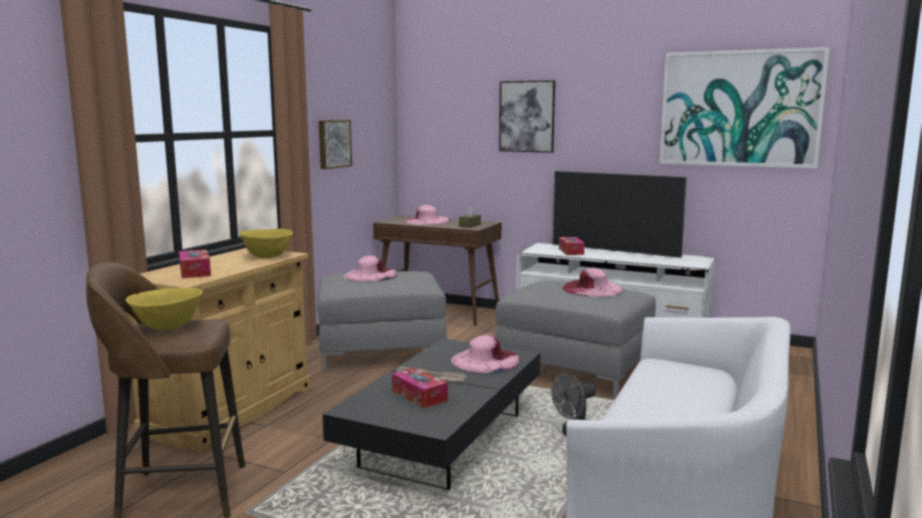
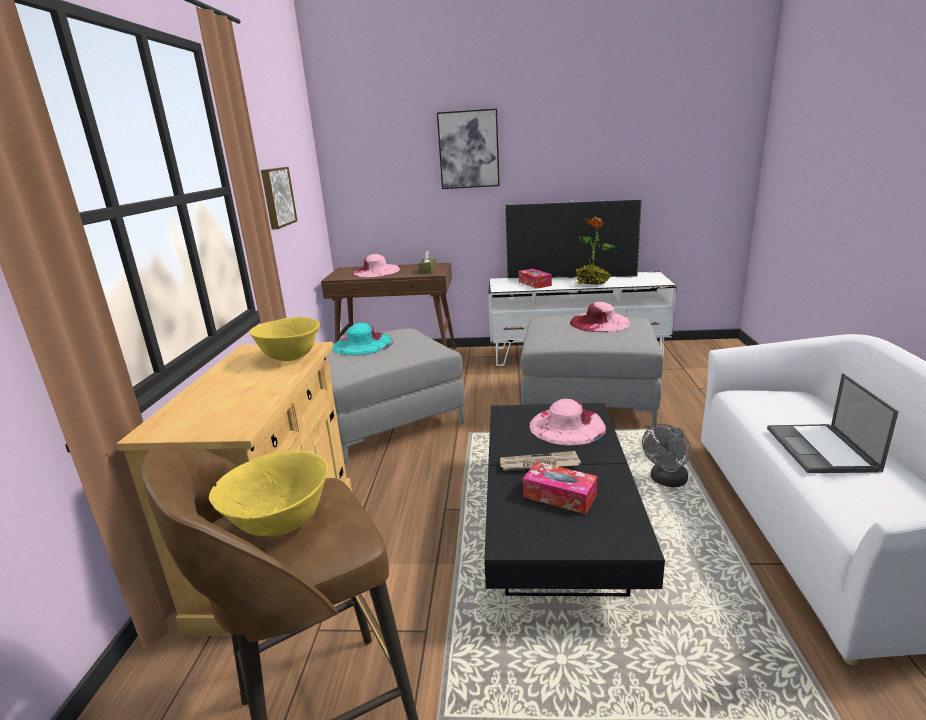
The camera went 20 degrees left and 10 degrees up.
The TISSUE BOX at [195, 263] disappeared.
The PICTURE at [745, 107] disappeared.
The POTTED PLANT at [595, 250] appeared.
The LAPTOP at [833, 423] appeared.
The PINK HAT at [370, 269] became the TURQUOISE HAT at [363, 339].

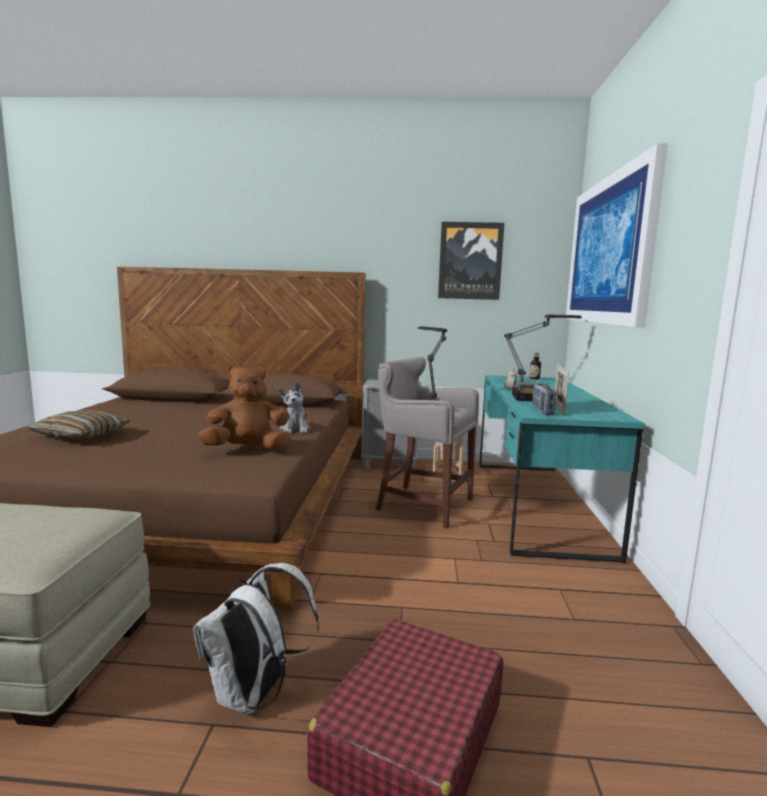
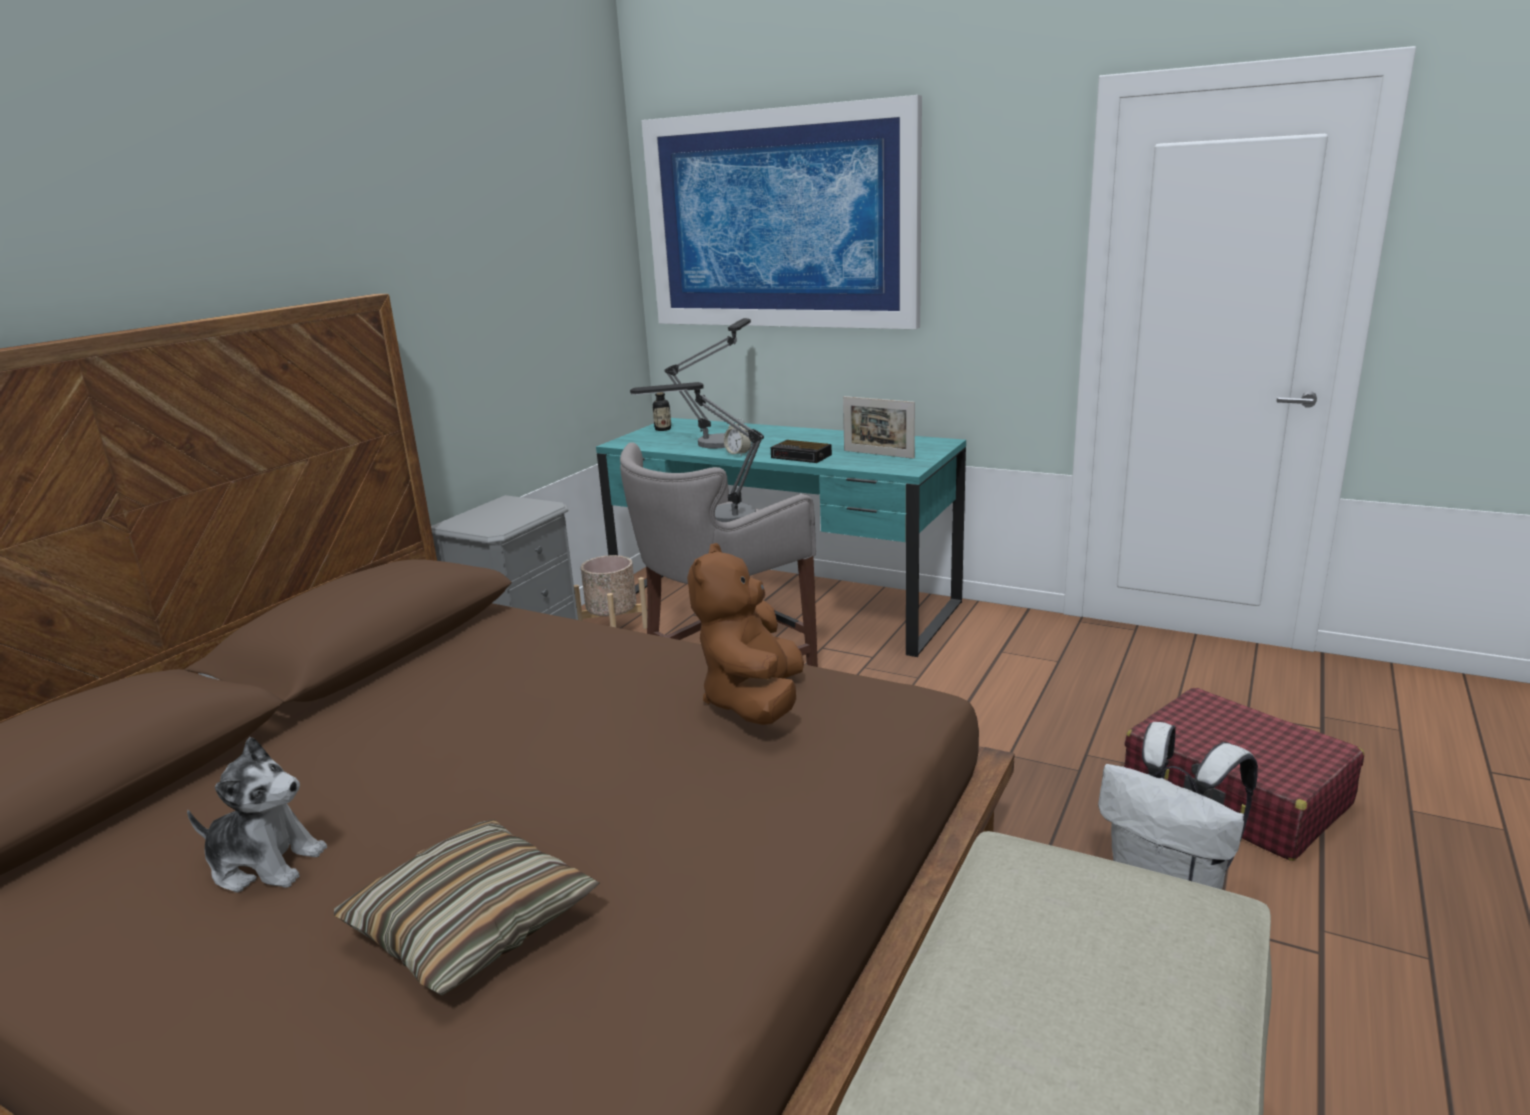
The camera went 65 degrees left and 10 degrees up.
The PICTURE at [471, 261] disappeared.
The RADIO at [544, 399] disappeared.
The PLUSH TOY moved from [294, 407] to [257, 814].

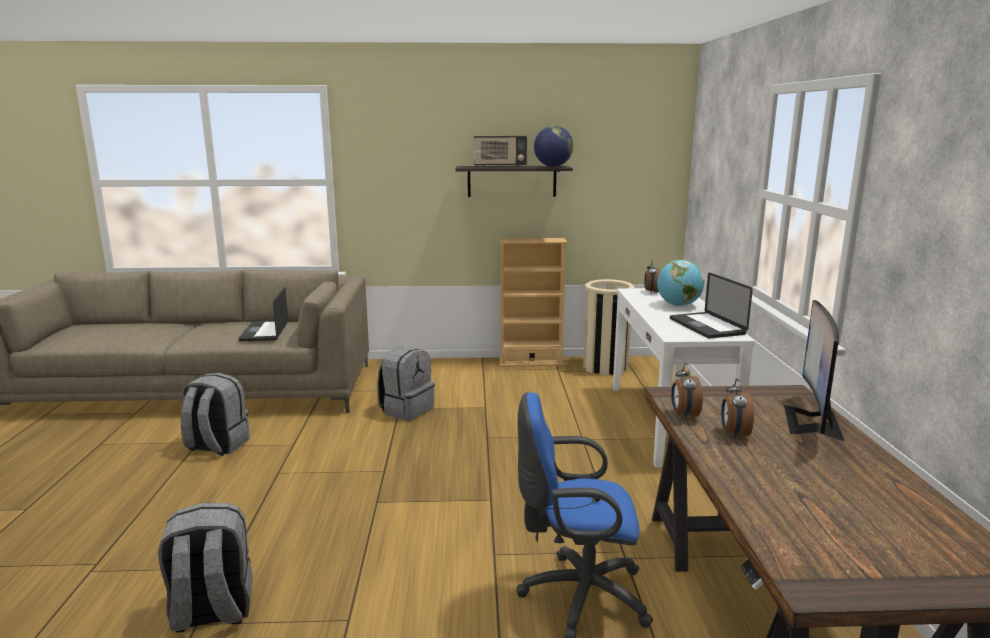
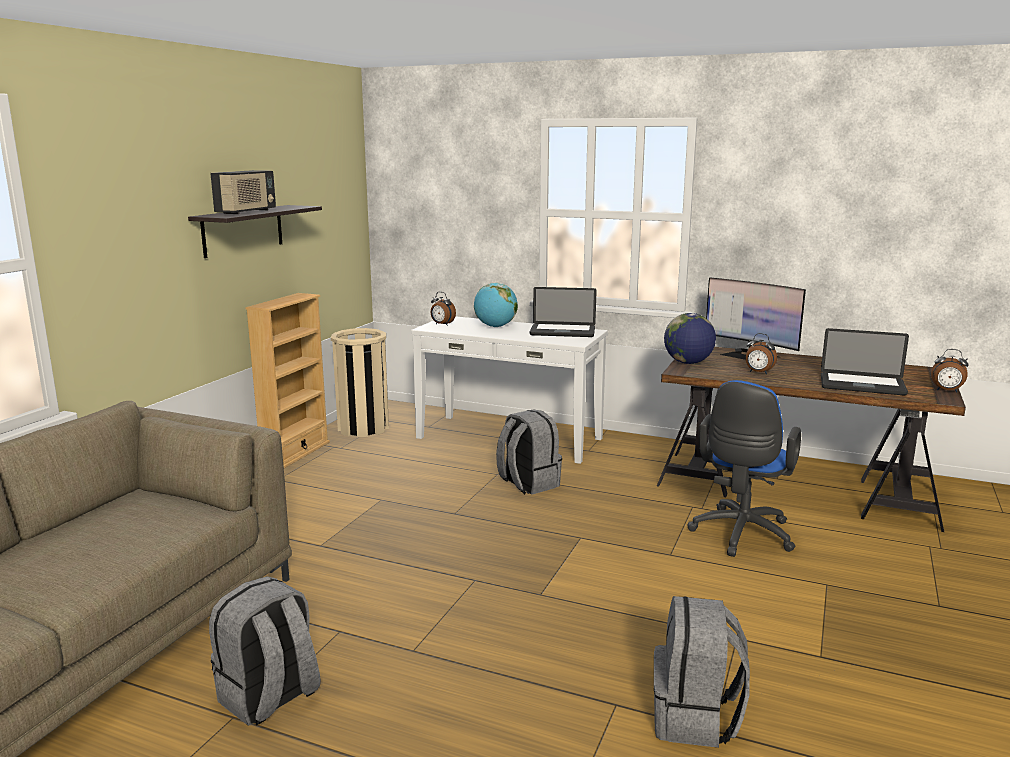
The camera went 65 degrees left and 0 degrees up.
The LAPTOP moved from [263, 314] to [865, 361].
The GREY BACKPACK moved from [406, 383] to [529, 451].
The GLOBE moved from [553, 146] to [690, 338].
The ALARM CLOCK moved from [687, 391] to [950, 370].

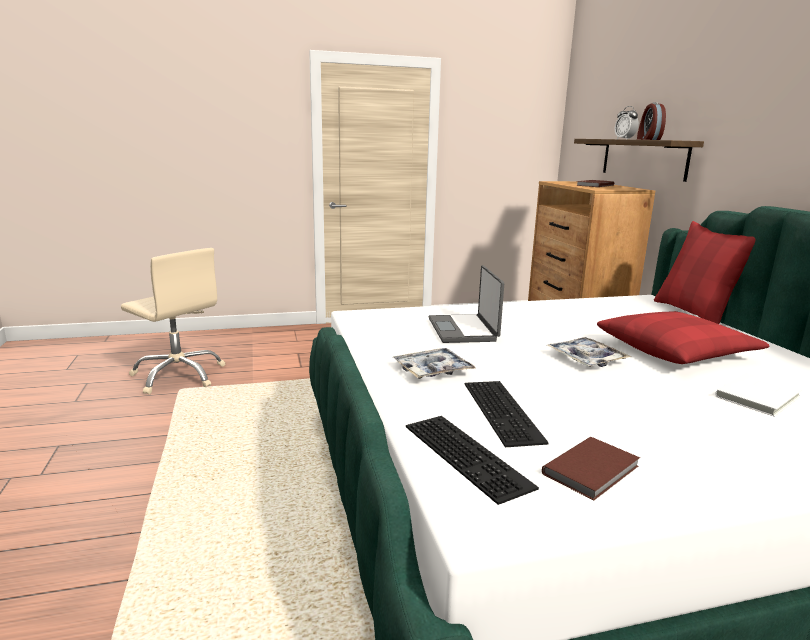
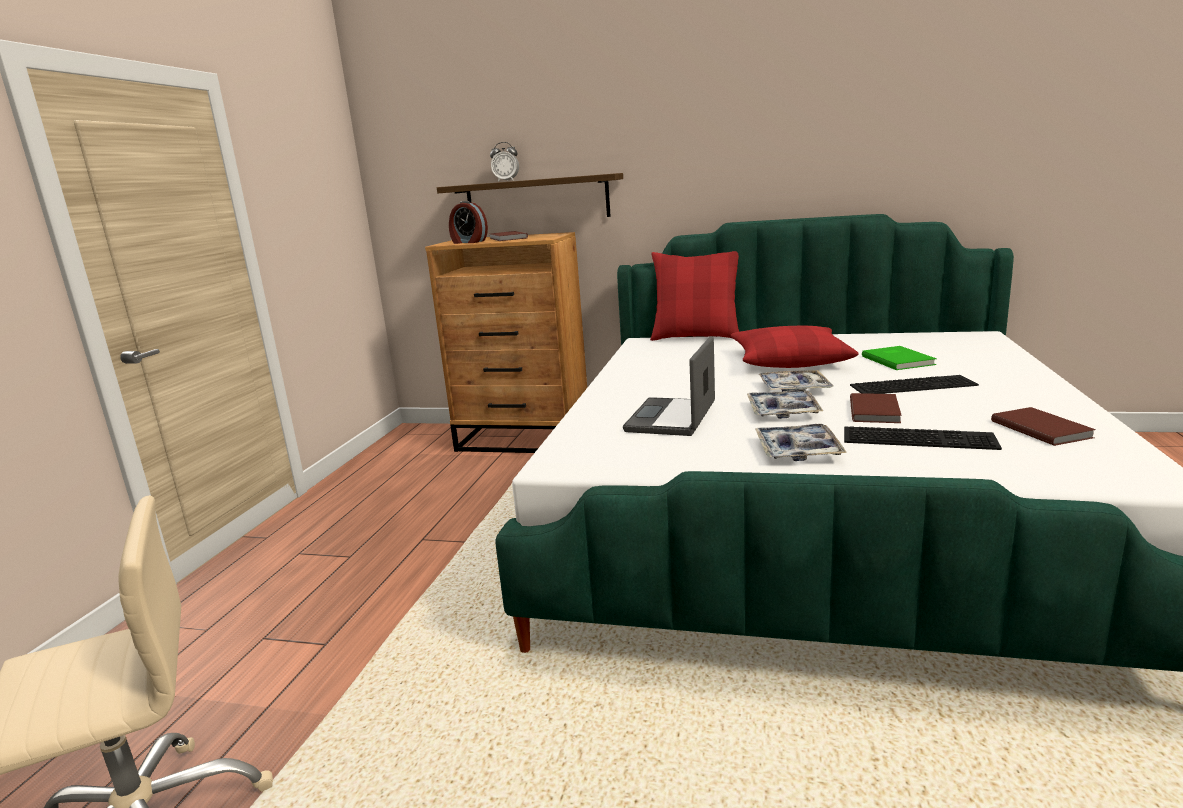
The camera went 60 degrees left and 0 degrees up.
The TRAY at [785, 404] appeared.
The BROWN BOOK at [876, 408] appeared.
The KEYBOARD moved from [472, 460] to [914, 384].
The ALARM CLOCK moved from [651, 121] to [468, 222].
The WHITE BOOK at [759, 395] became the GREEN BOOK at [899, 358].
The LAPTOP at [466, 304] turned 90 degrees clockwise.

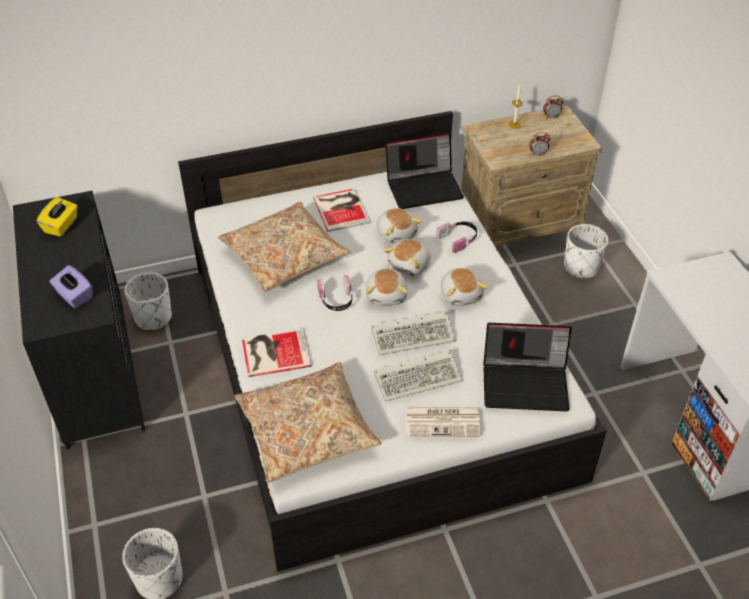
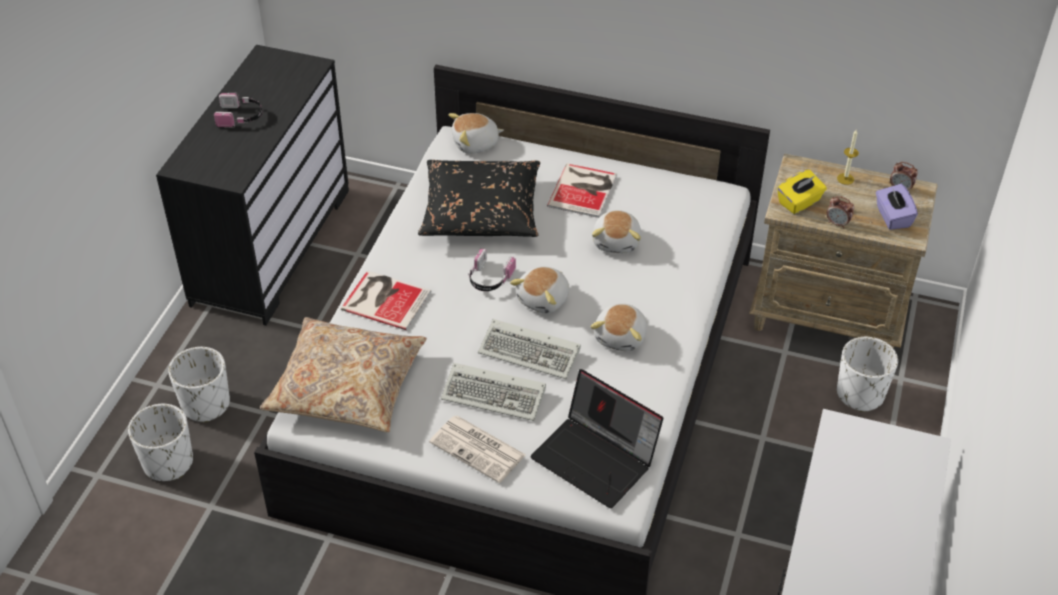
The camera went 35 degrees right and 0 degrees up.
The LAPTOP at [424, 171] disappeared.
The YELLOW TISSUE BOX moved from [57, 217] to [802, 192].
The PURPLE TISSUE BOX moved from [71, 286] to [897, 207].
The WHITE PLANTER moved from [148, 301] to [199, 385].
The PLUSH TOY moved from [407, 257] to [476, 133].
The HEADPHONES moved from [456, 237] to [238, 110].
The BEIGE PILLOW at [284, 247] became the BLACK PILLOW at [479, 198].

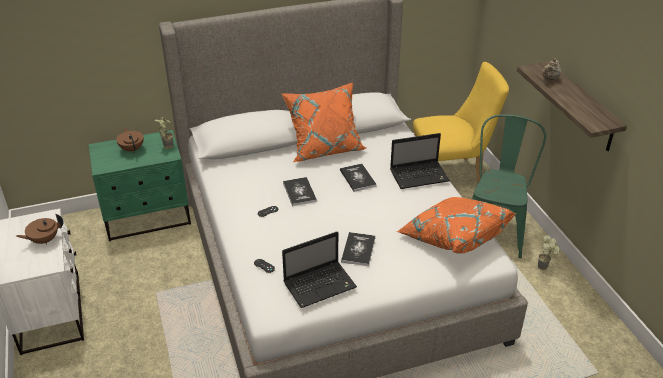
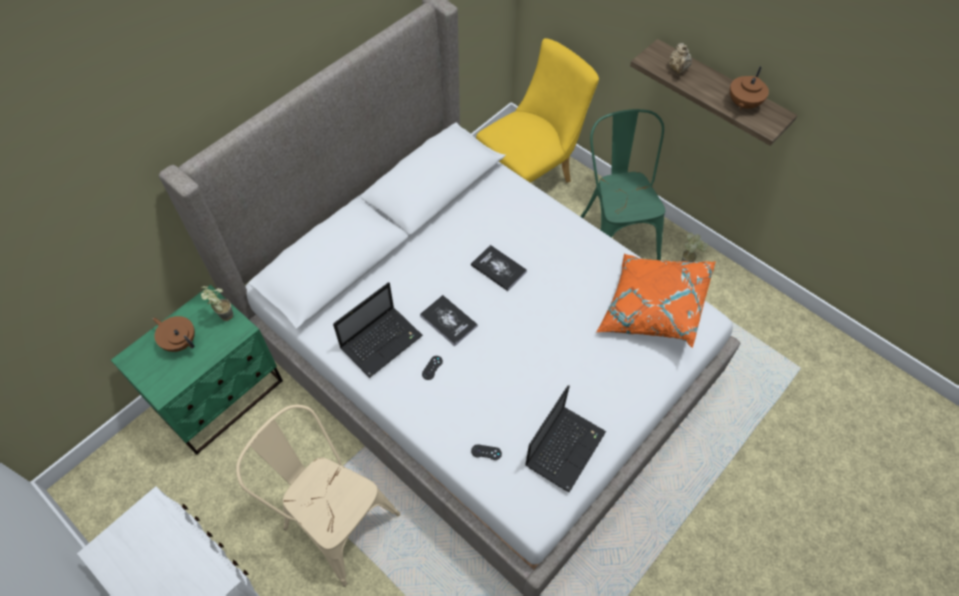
The camera went 30 degrees left and 20 degrees up.
The ORANGE PILLOW at [323, 122] disappeared.
The BOOK at [358, 249] disappeared.
The BEIGE CHAIR at [318, 496] appeared.
The BROWN TEAPOT moved from [39, 229] to [749, 88].
The LAPTOP moved from [420, 161] to [378, 330].

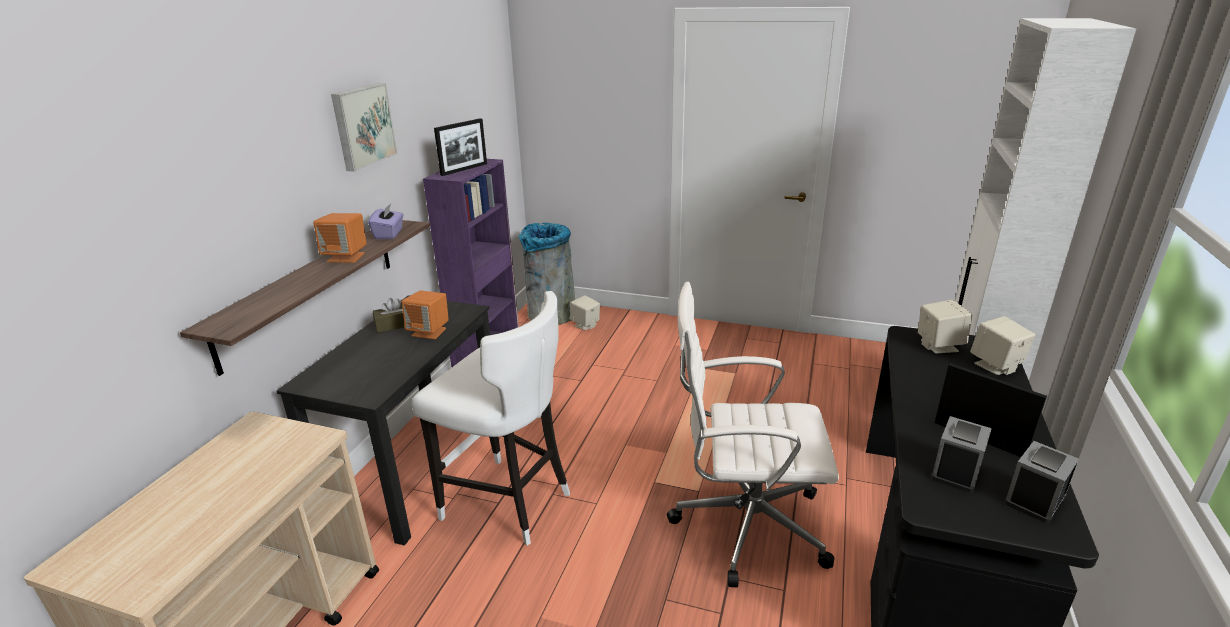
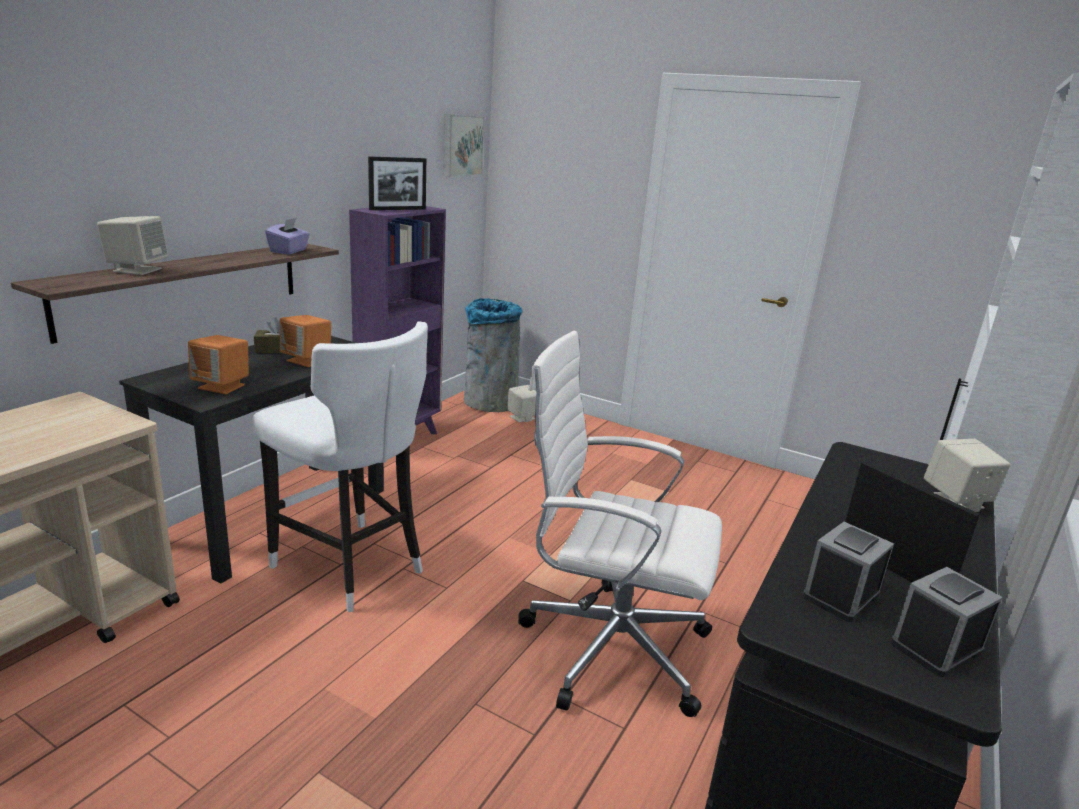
The camera went 10 degrees right and 5 degrees down.
The ORANGE SPEAKER moved from [340, 238] to [218, 364].
The PICTURE moved from [364, 127] to [464, 145].
The BEIGE SPEAKER moved from [945, 326] to [132, 245].

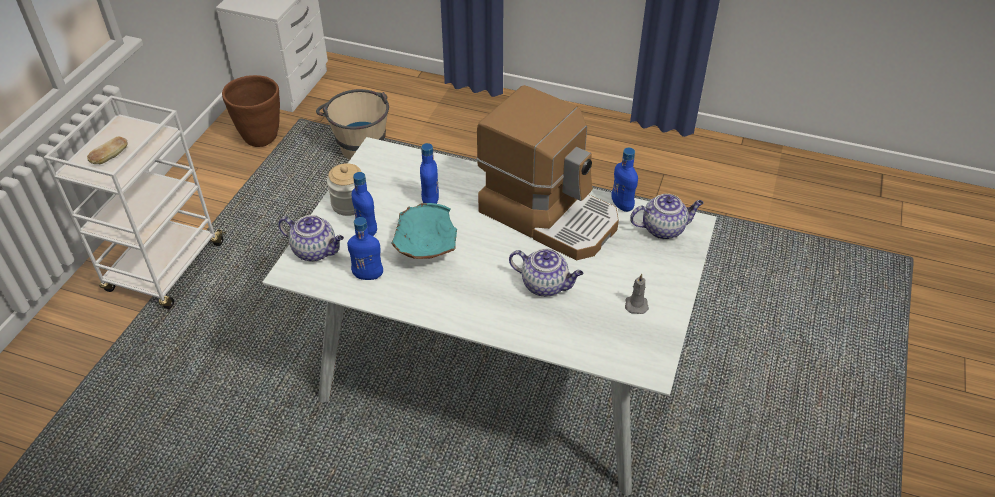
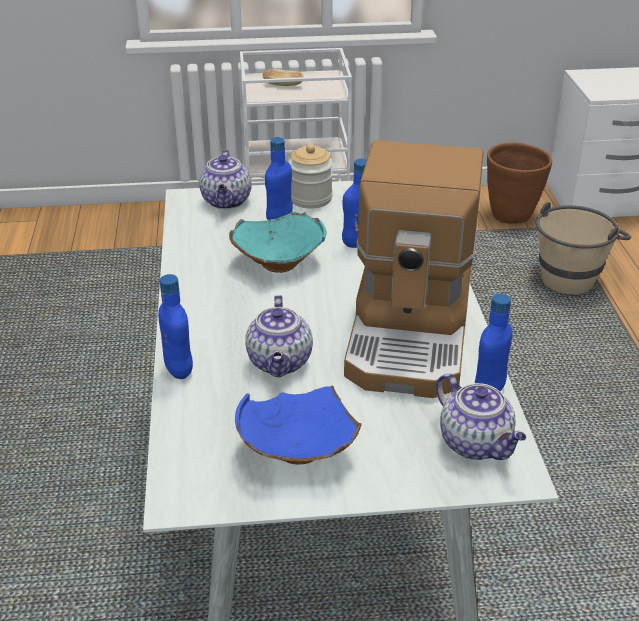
The camera went 65 degrees right and 10 degrees down.
The BLUE BOTTLE moved from [365, 248] to [175, 326].
The GREY CANDLE at [637, 293] was replaced by the BLUE BOWL at [298, 424].

